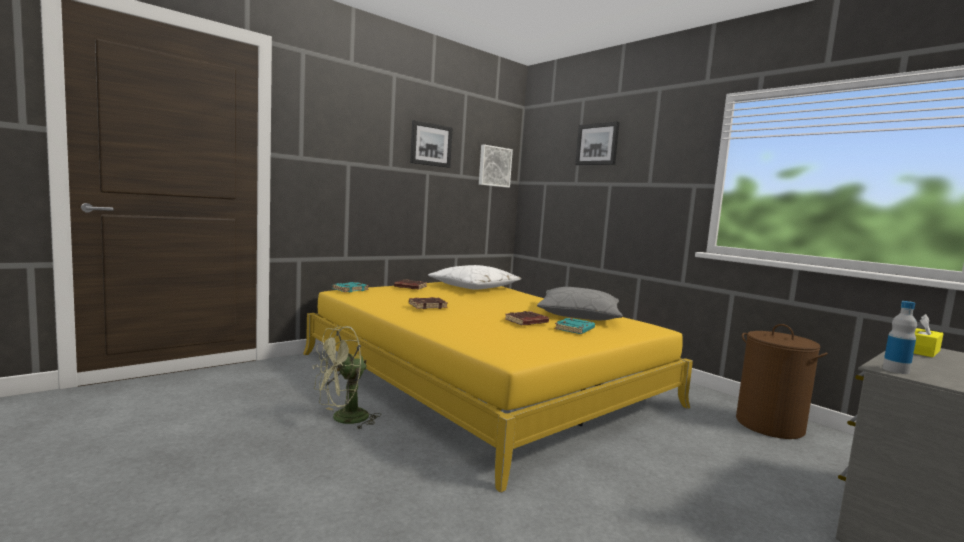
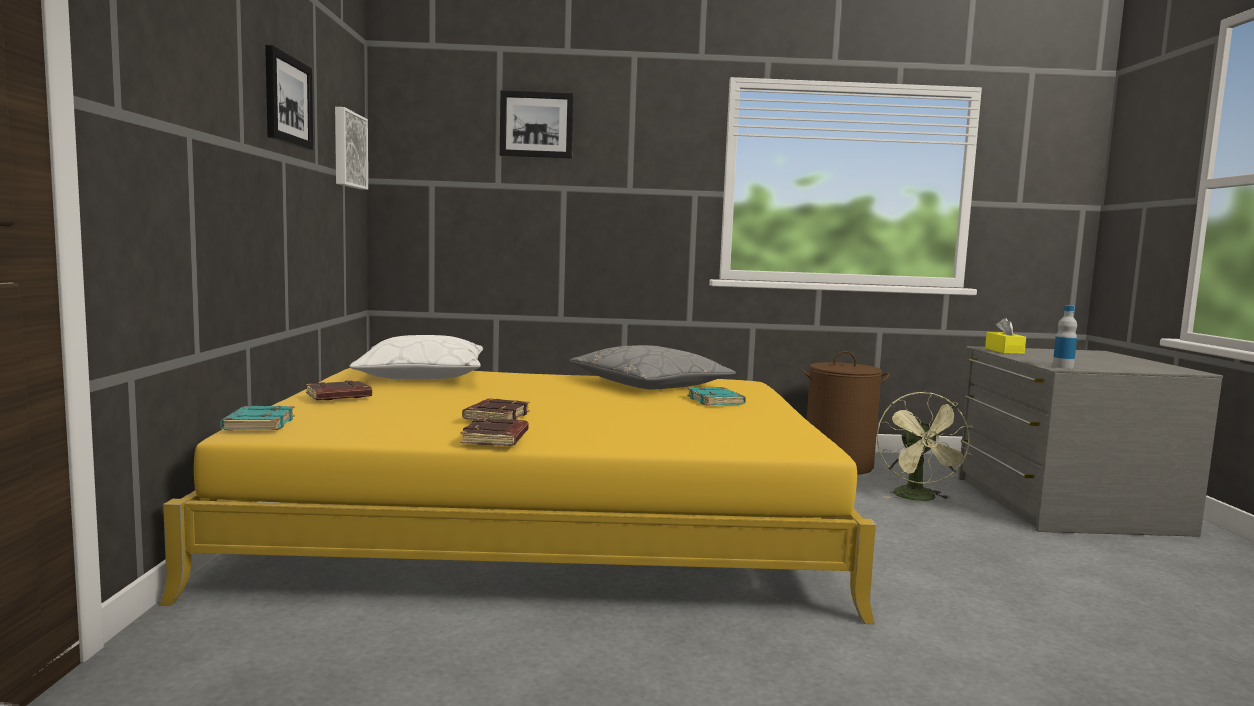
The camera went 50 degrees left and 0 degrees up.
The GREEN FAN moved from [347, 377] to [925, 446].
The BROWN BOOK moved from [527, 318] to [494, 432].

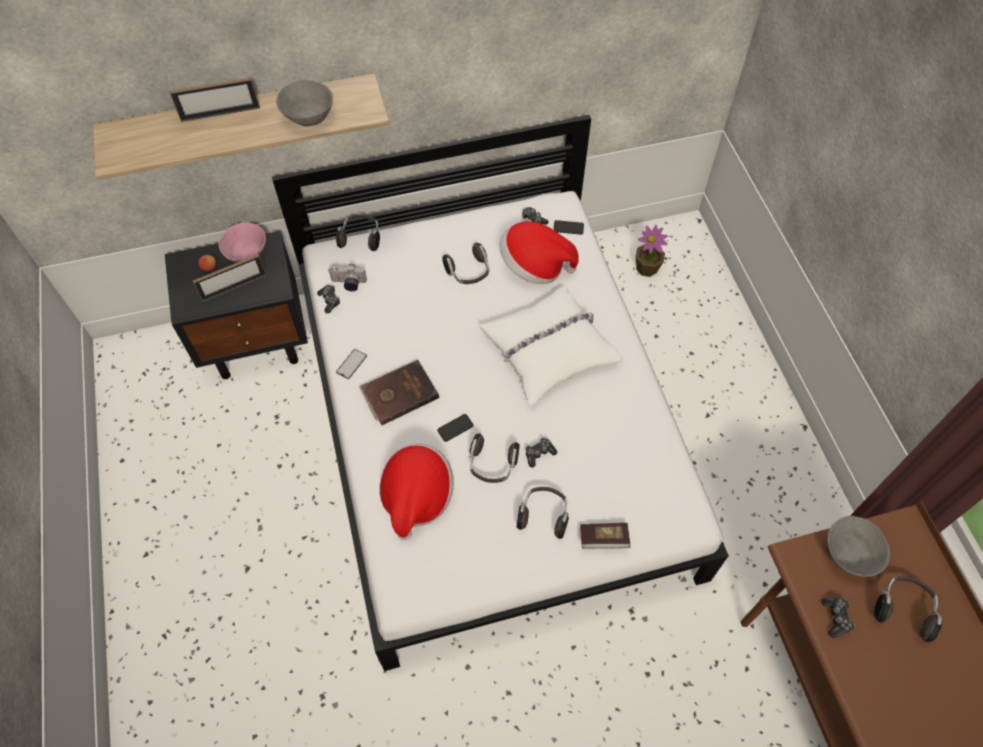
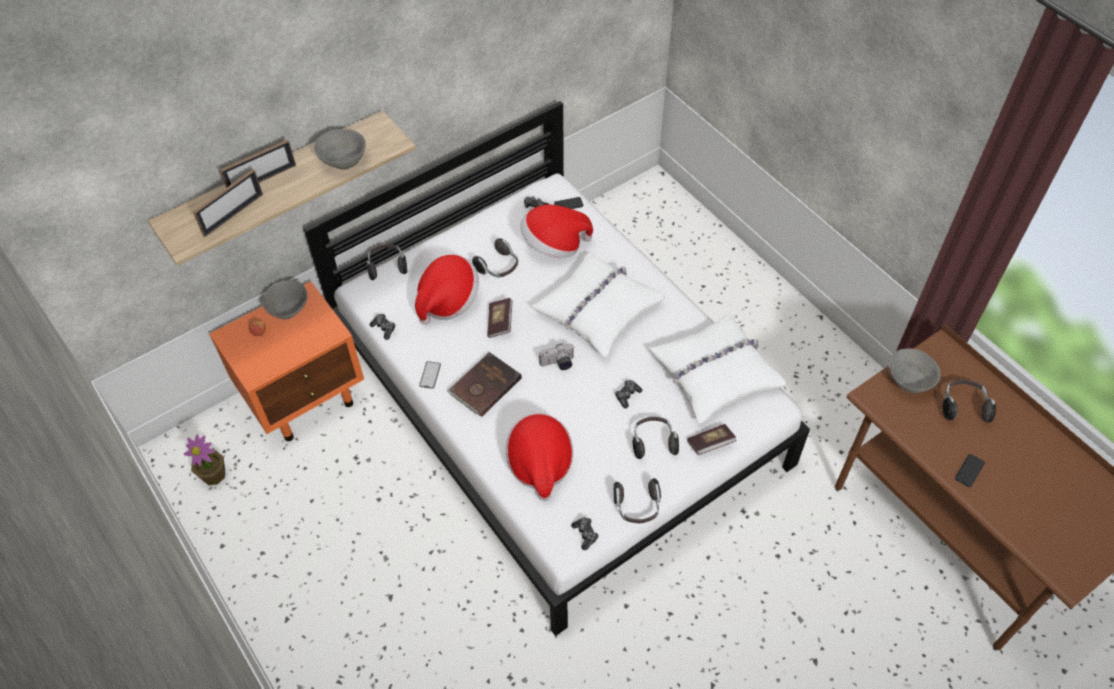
The camera went 20 degrees left and 5 degrees down.
The HAT at [447, 289] appeared.
The BOOK at [500, 318] appeared.
The WHITE PILLOW at [718, 369] appeared.
The PICTURE FRAME moved from [229, 278] to [228, 203].
The PHOTO CAMERA moved from [348, 277] to [557, 356].
The PHONE moved from [455, 428] to [970, 470].
The HEADPHONES moved from [494, 458] to [637, 500].
The POTTED PLANT moved from [651, 251] to [204, 459].
The GAME CONTROLLER moved from [838, 618] to [585, 533].
The BLACK NIGHTSTAND at [236, 305] became the ORANGE NIGHTSTAND at [286, 361].
The PINK BOWL at [242, 242] became the GREY BOWL at [285, 299].

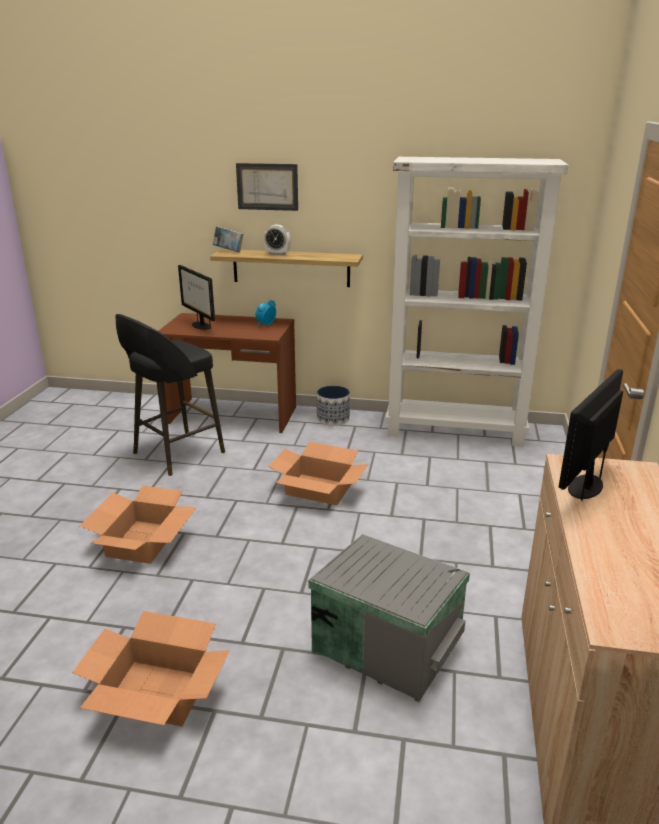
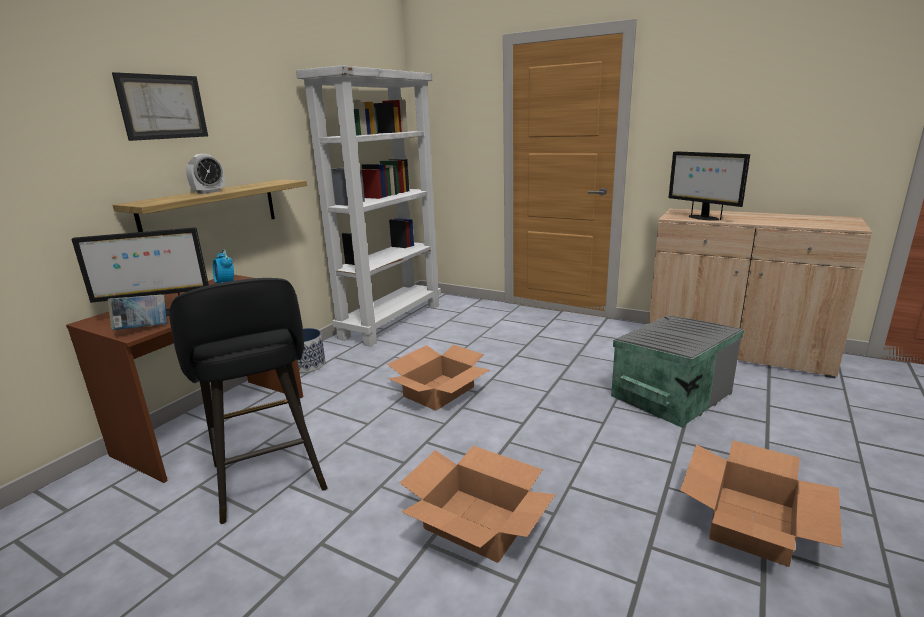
The camera went 70 degrees left and 5 degrees down.
The BOOK moved from [228, 239] to [137, 312].

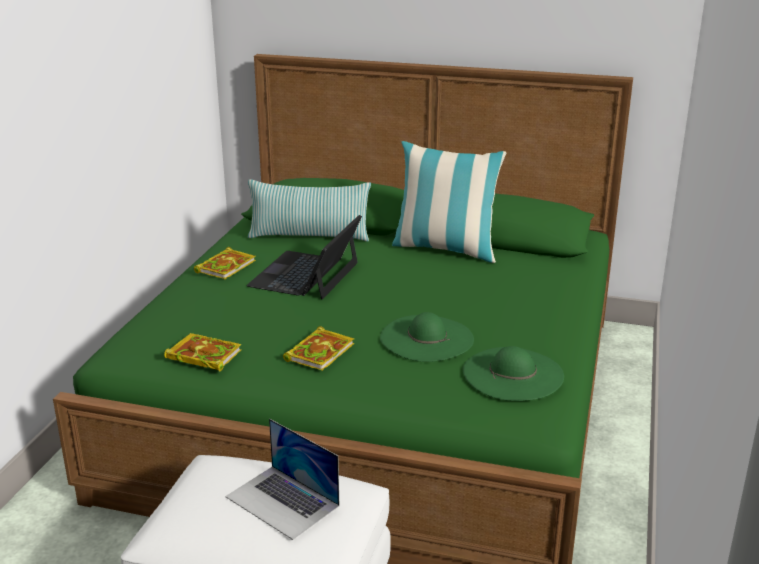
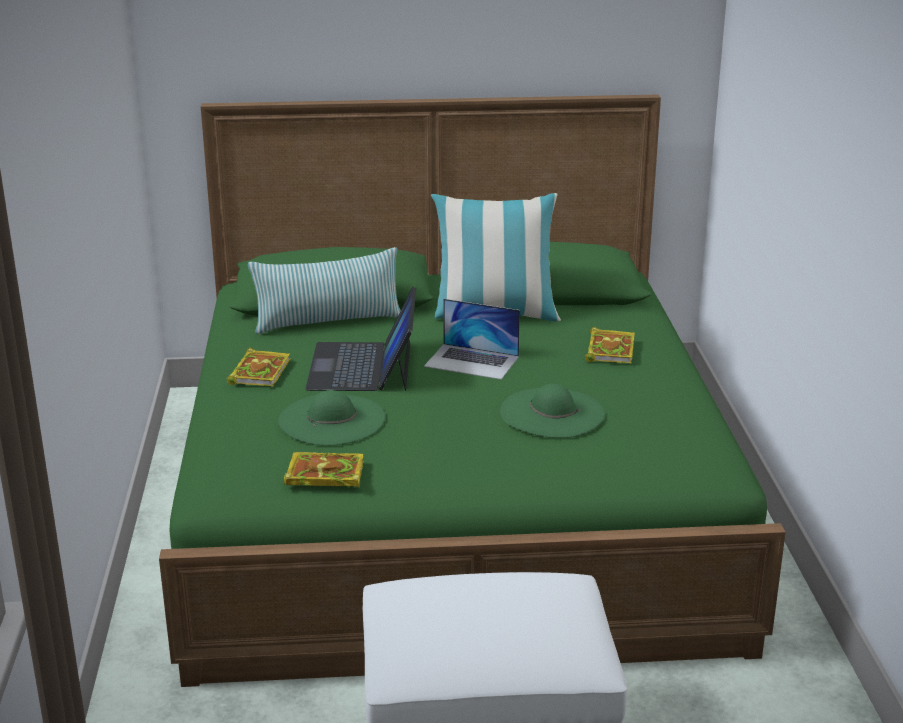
The camera went 20 degrees left and 0 degrees up.
The LAPTOP moved from [282, 479] to [472, 339].
The BOOK moved from [319, 348] to [610, 345].
The GREEN HAT moved from [513, 373] to [332, 418].

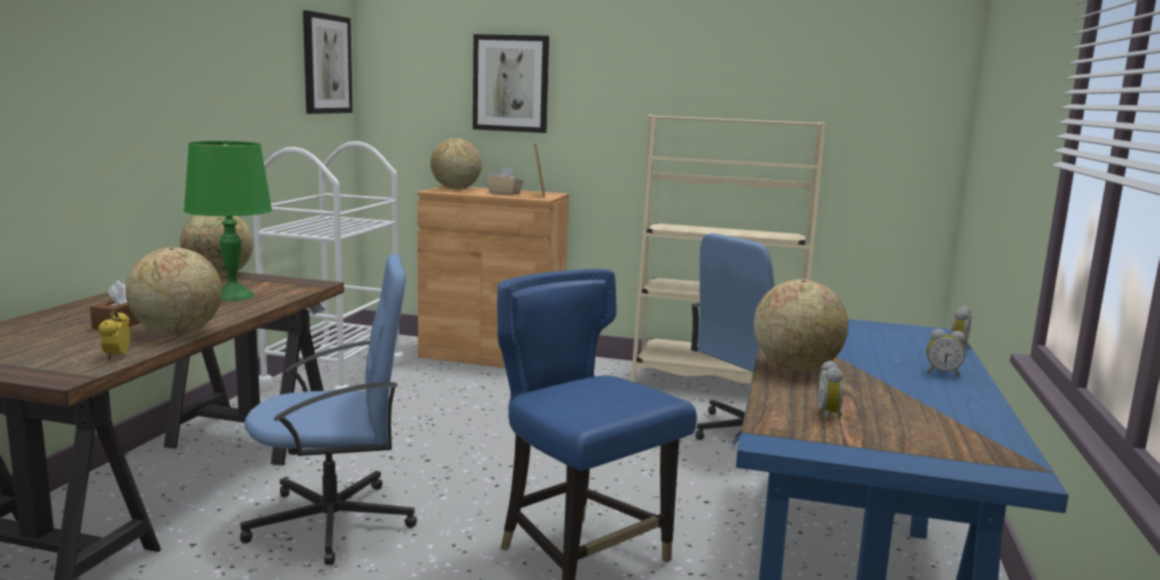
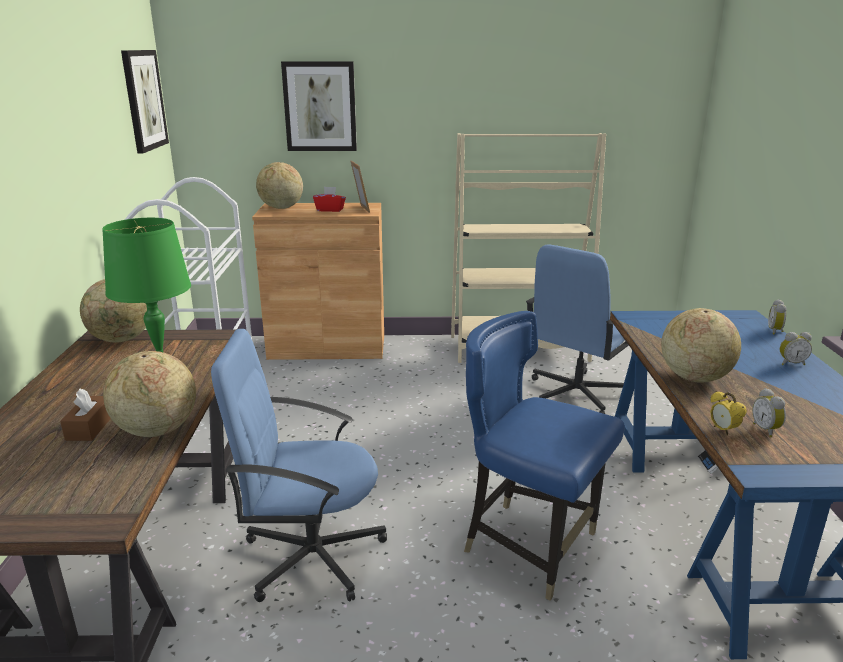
The camera went 15 degrees left and 10 degrees up.
The ALARM CLOCK moved from [114, 335] to [728, 413].
The BEIGE TISSUE BOX at [505, 181] became the RED TISSUE BOX at [329, 199].
The BLUE OFFICE CHAIR at [328, 409] turned 150 degrees counterclockwise.

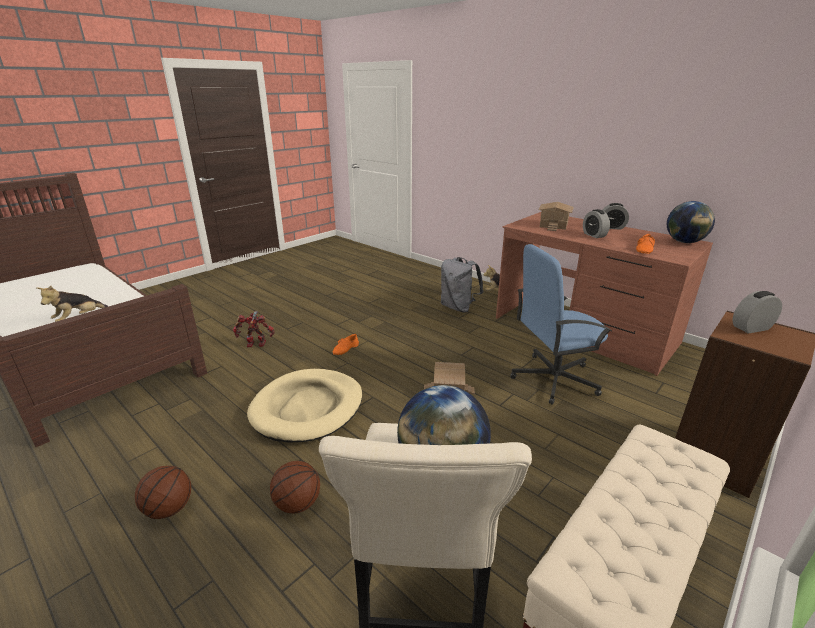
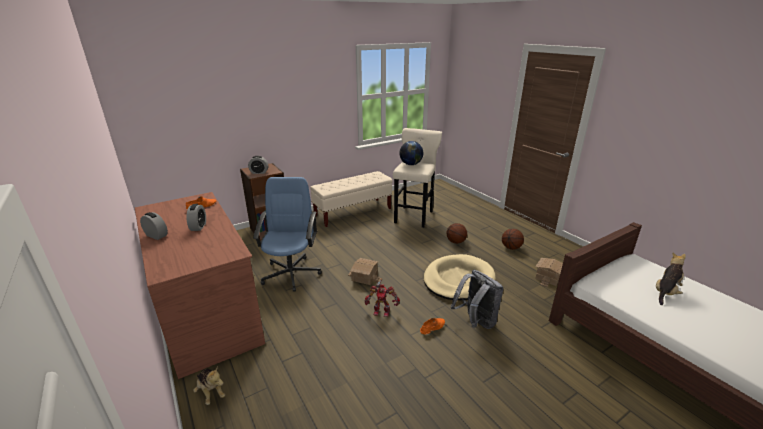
The camera went 165 degrees left and 0 degrees up.
The GLOBE at [691, 222] disappeared.
The TOY ROBOT moved from [254, 329] to [382, 297].
The GREY BACKPACK moved from [462, 285] to [477, 299].
The TOY HOUSE moved from [556, 216] to [549, 272].
The BLUE OFFICE CHAIR at [561, 324] turned 90 degrees counterclockwise.

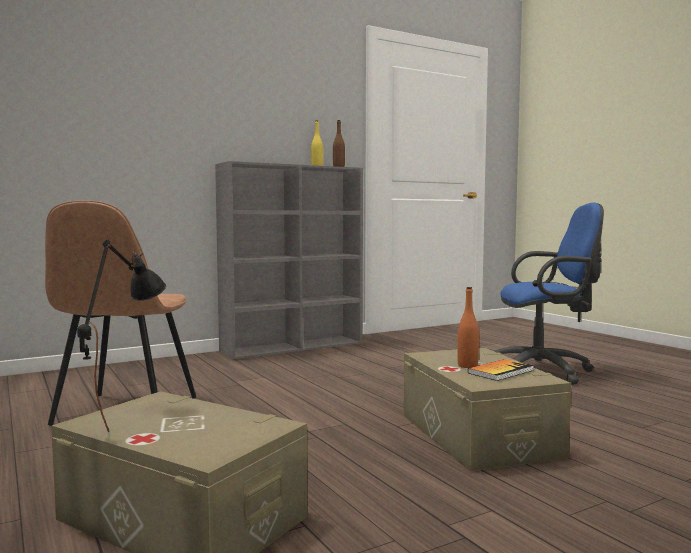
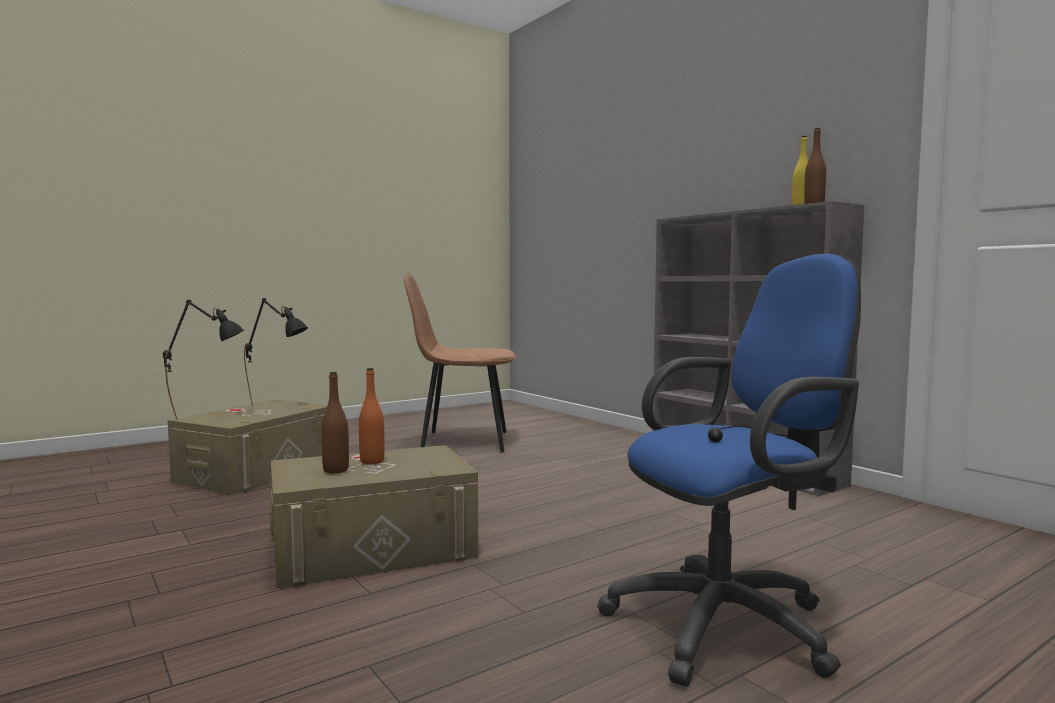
The camera went 85 degrees right and 0 degrees up.
The BLACK TABLE LAMP at [203, 360] appeared.
The BOOK at [501, 370] was replaced by the BROWN BOTTLE at [335, 422].
The BLUE OFFICE CHAIR at [549, 294] turned 105 degrees counterclockwise.

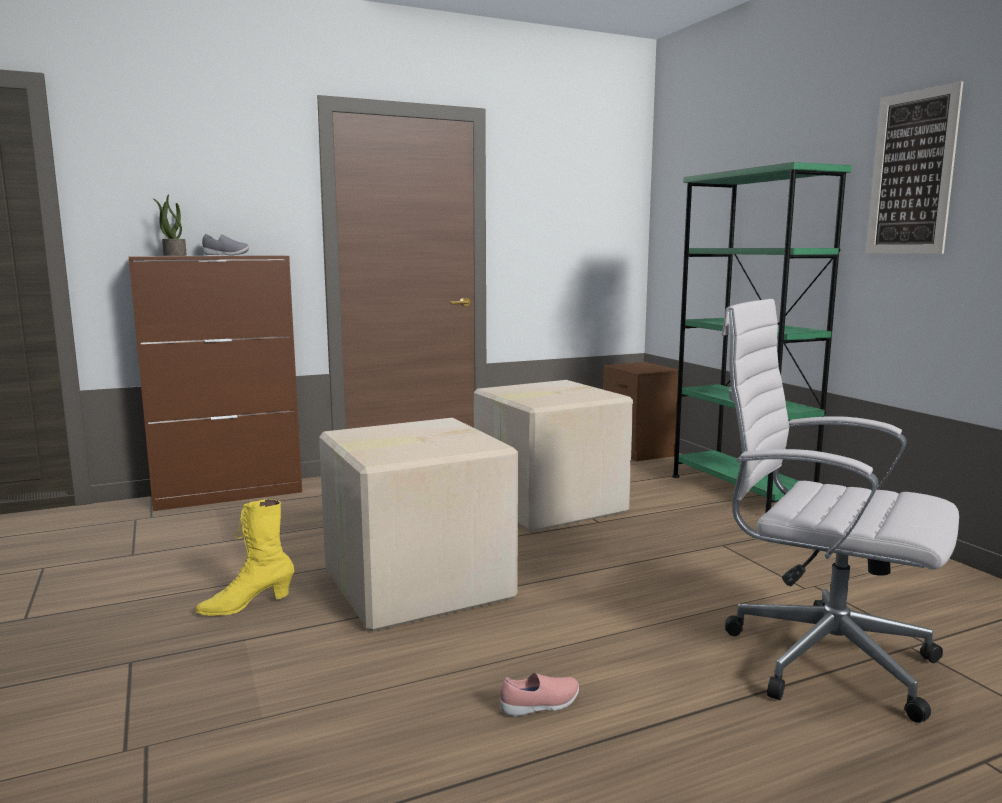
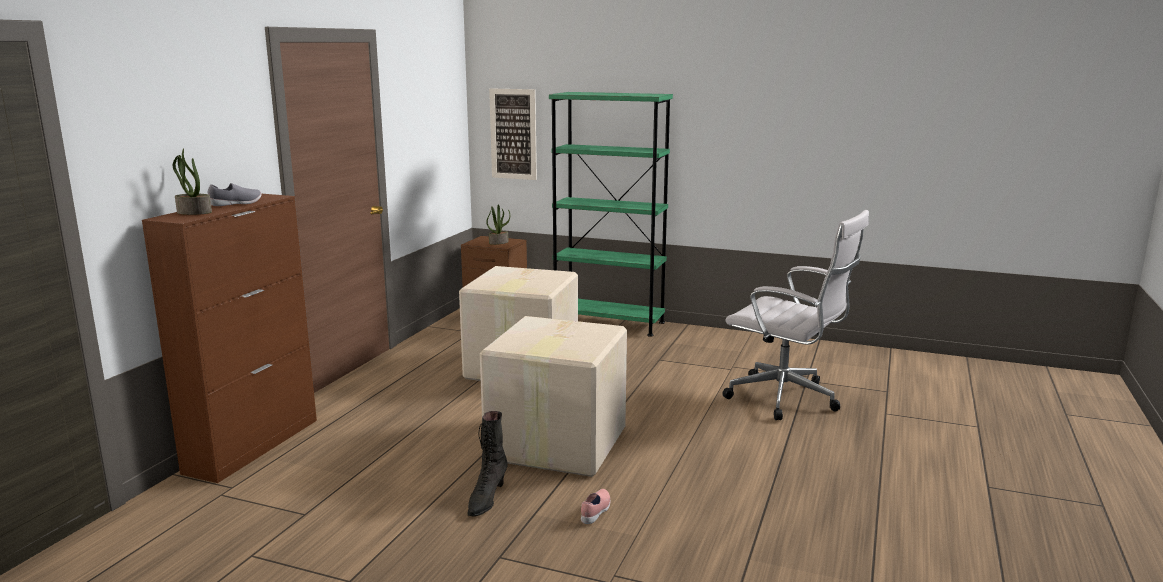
The camera went 45 degrees left and 5 degrees up.
The POTTED PLANT at [498, 224] appeared.
The PINK SHOE moved from [539, 694] to [595, 506].
The PICTURE moved from [914, 167] to [513, 134].
The YELLOW BOOT at [245, 557] became the BLACK BOOT at [487, 463].
The WHITE OFFICE CHAIR at [840, 511] turned 135 degrees counterclockwise.

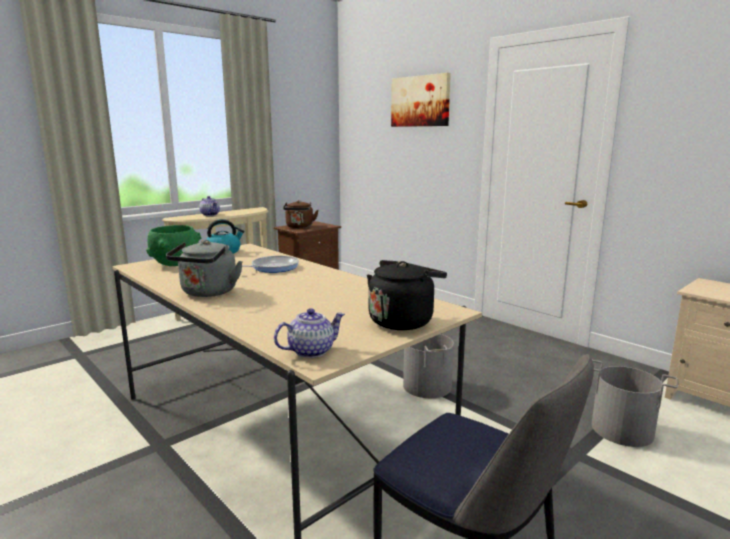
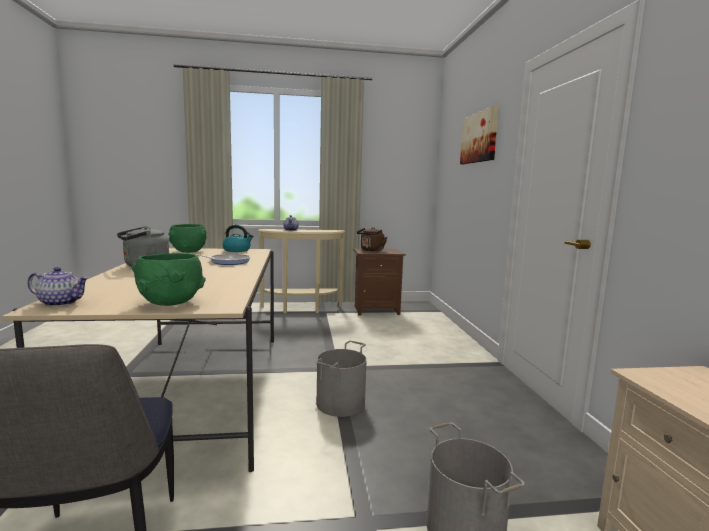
The camera went 35 degrees right and 5 degrees down.
The BLACK KETTLE at [407, 295] was replaced by the GREEN BOWL at [168, 279].

